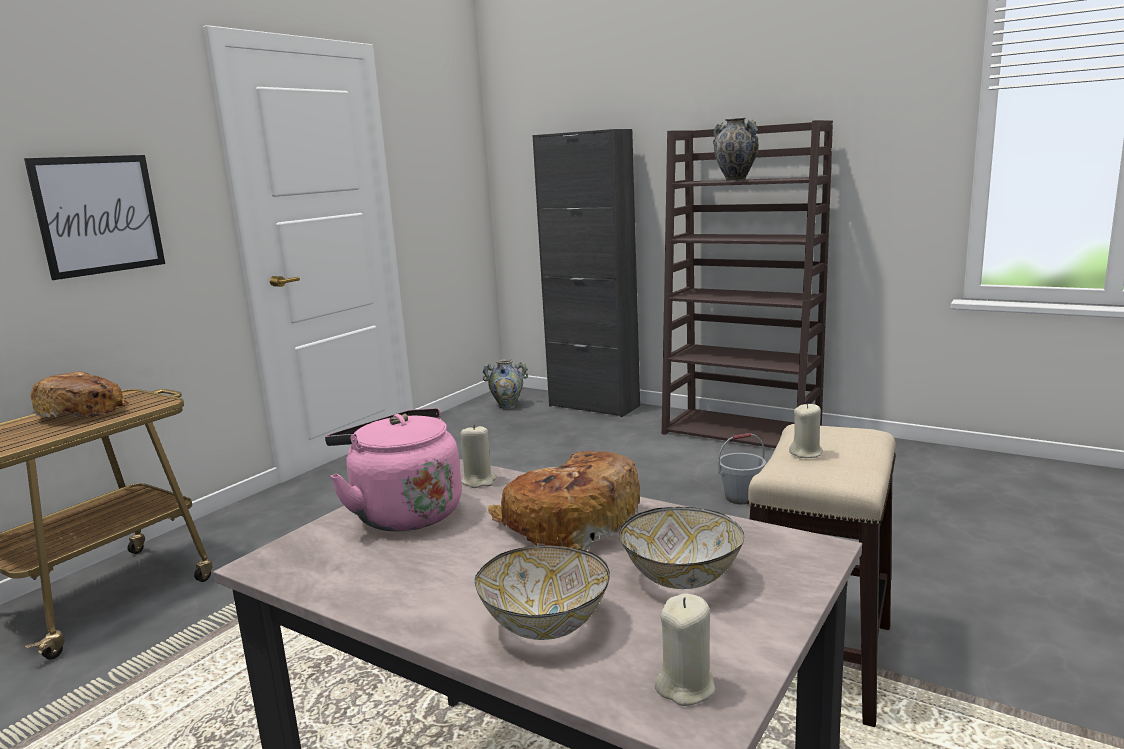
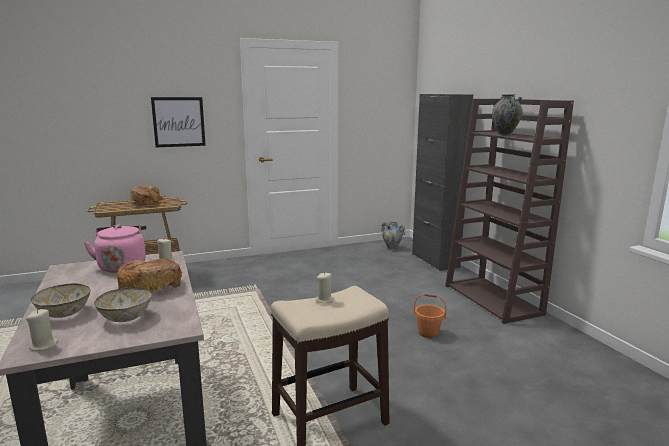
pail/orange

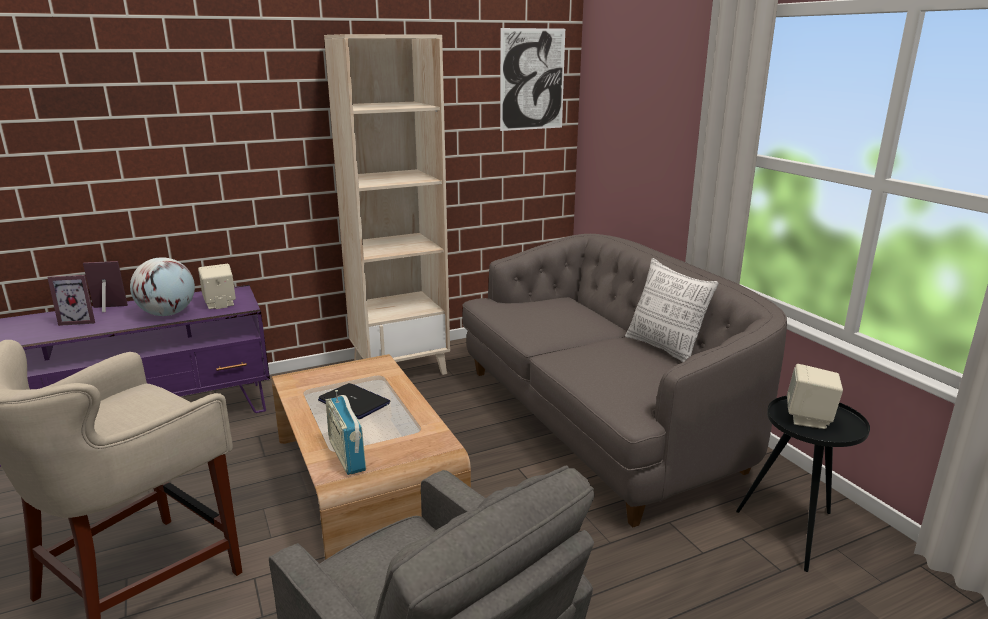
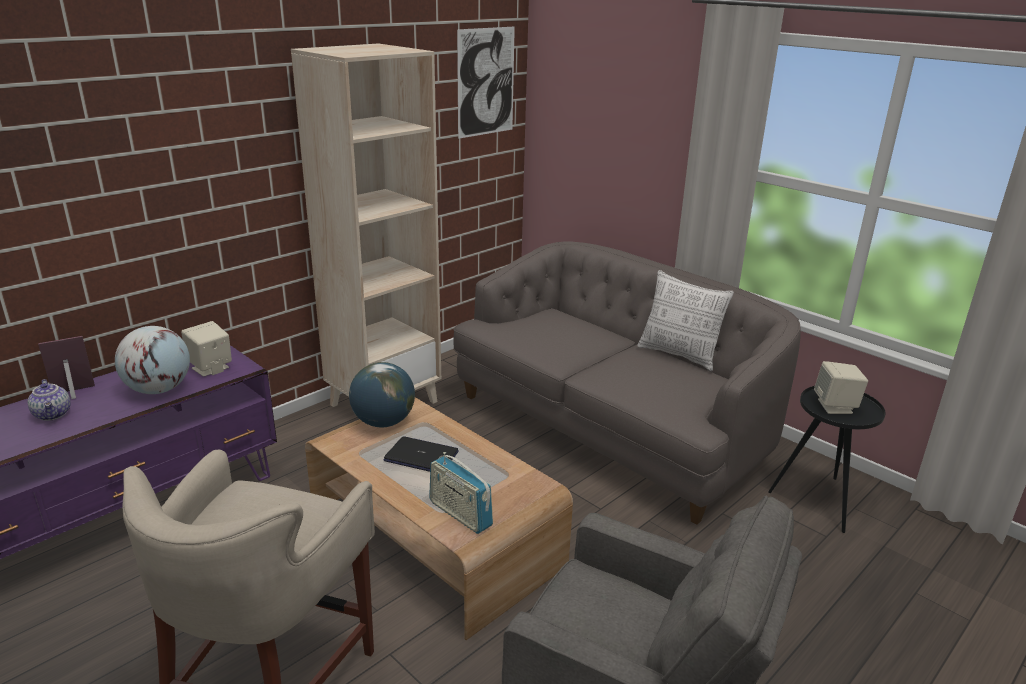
teapot
globe (no. 2 from left)

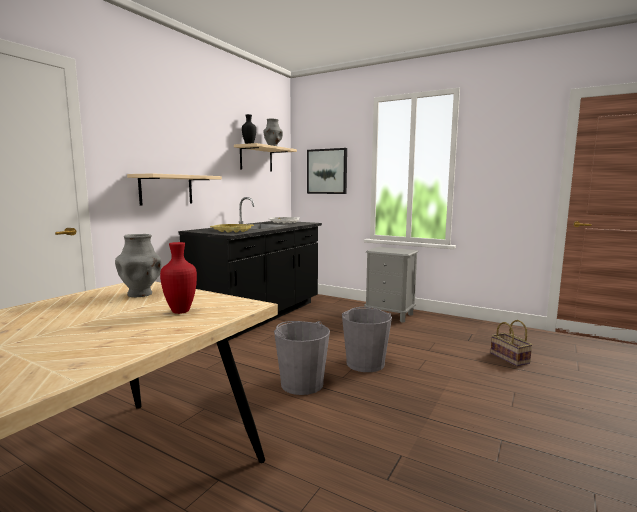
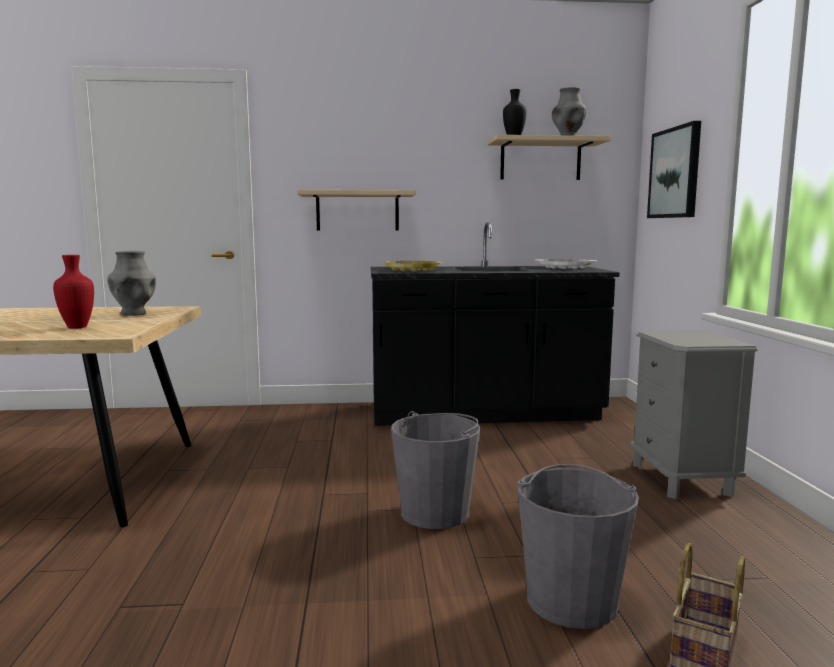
pail/greyish (no. 2 from left)

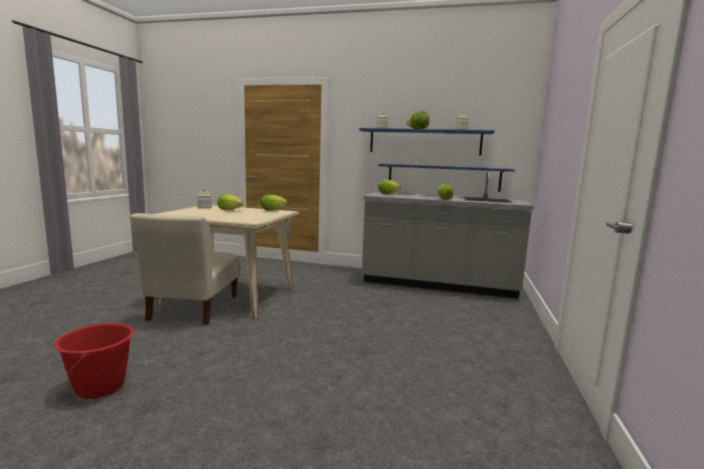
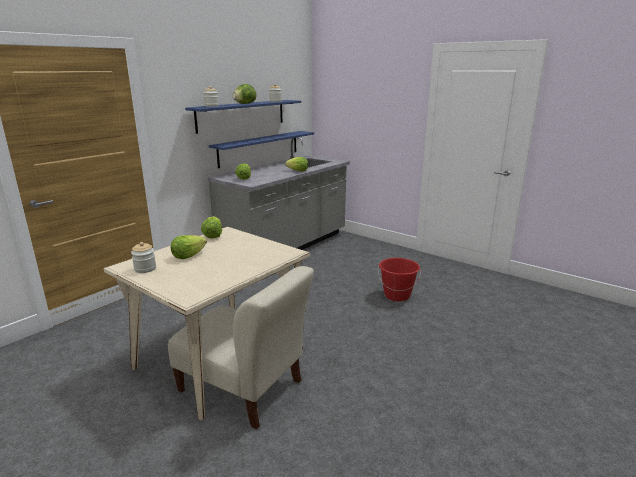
pail/red

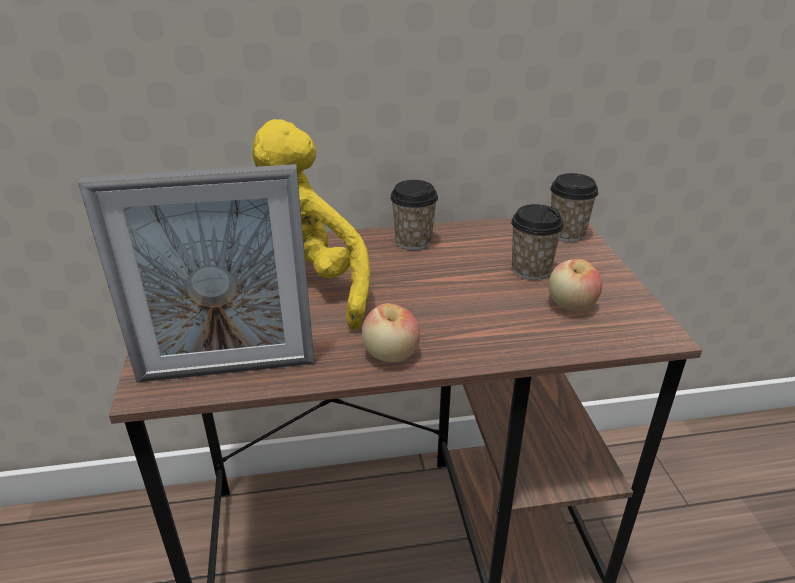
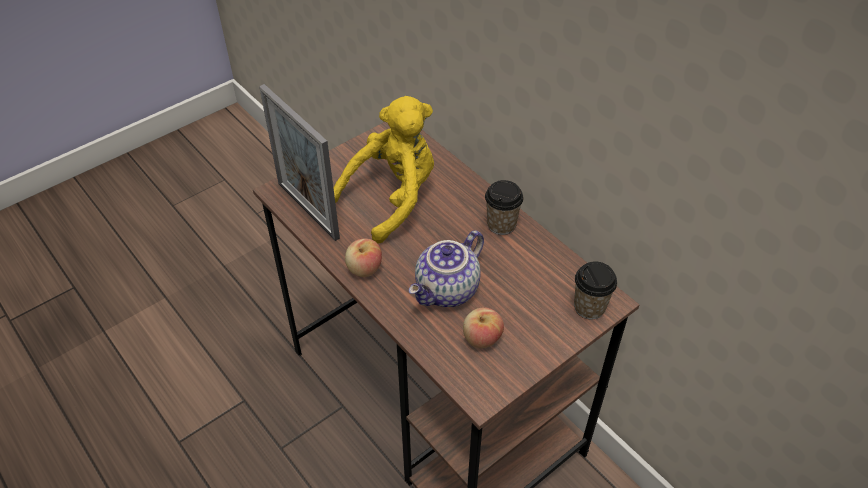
small cup (no. 2 from left in the first image)
teapot

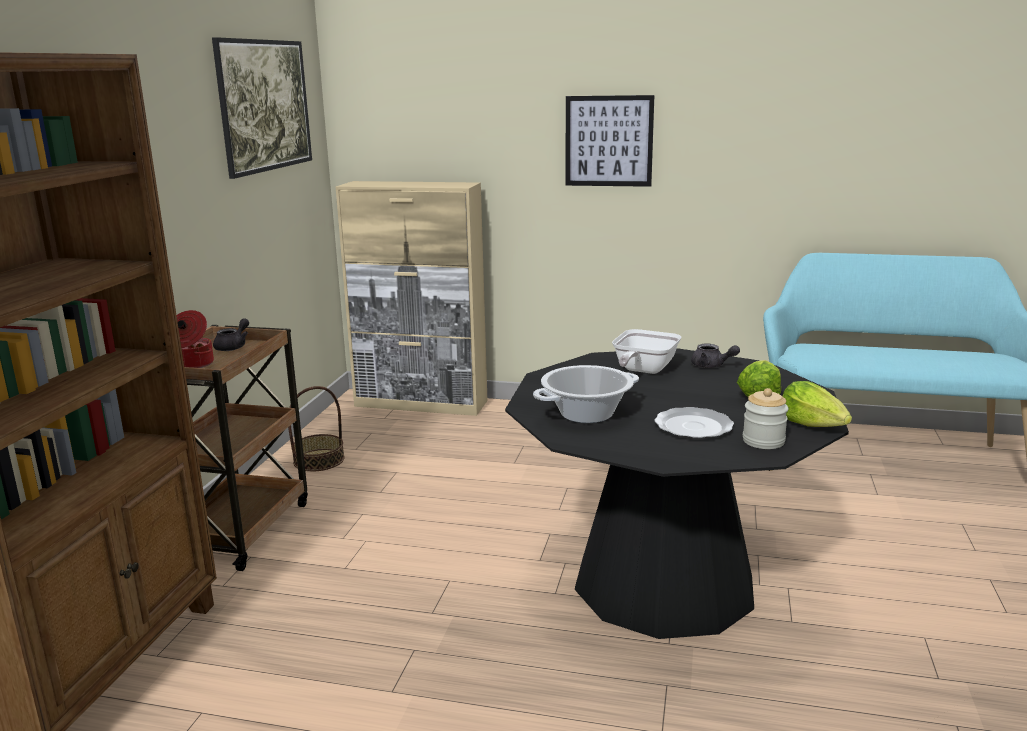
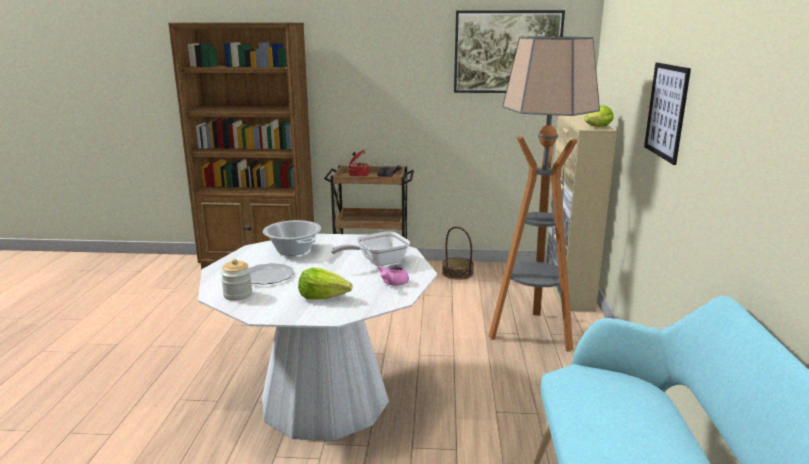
kitchen table/white
skillet
teapot/pink
head of lettuce (no. 2 from left)
standing lamp

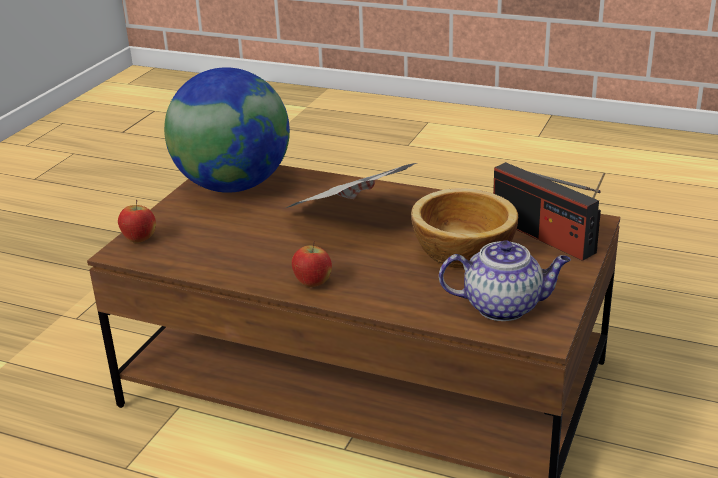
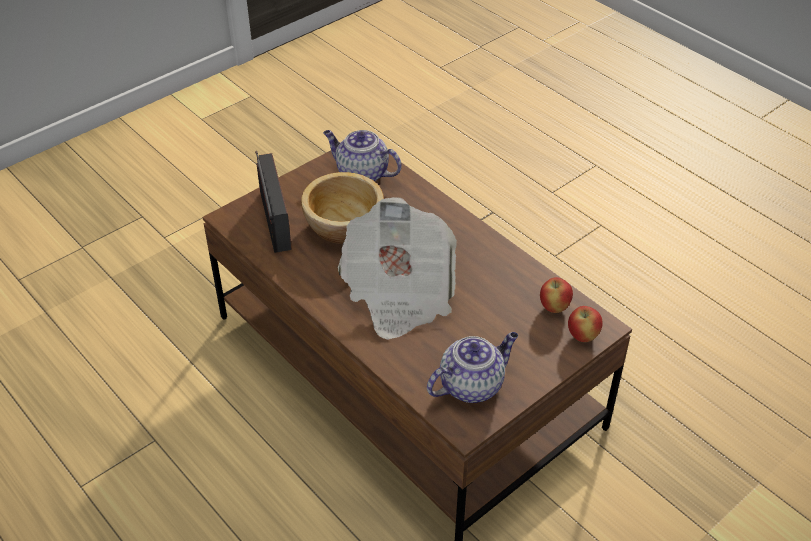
teapot (no. 2 from left)
whole apple (no. 1 from left)

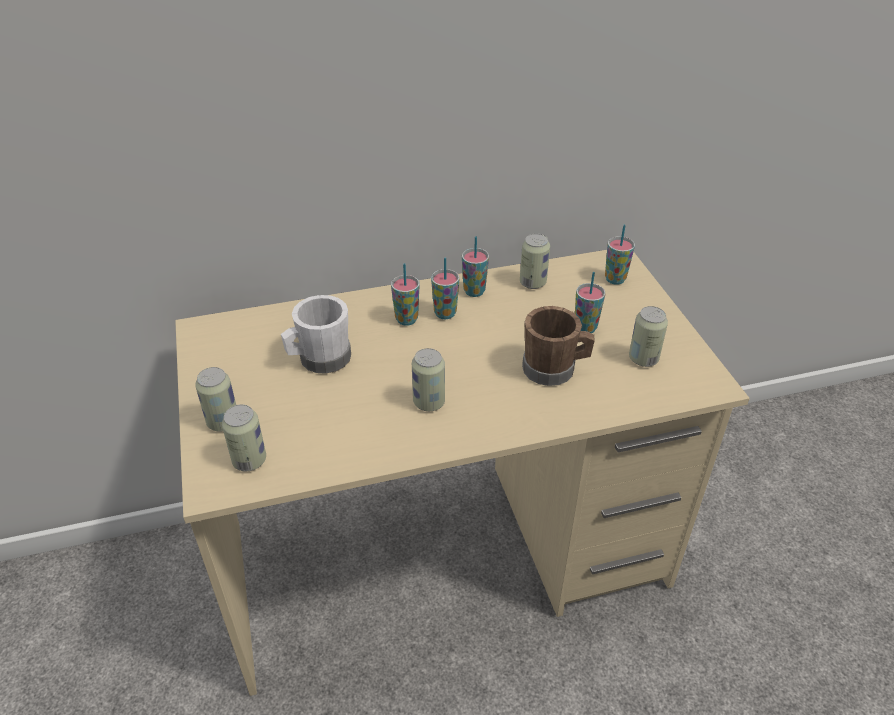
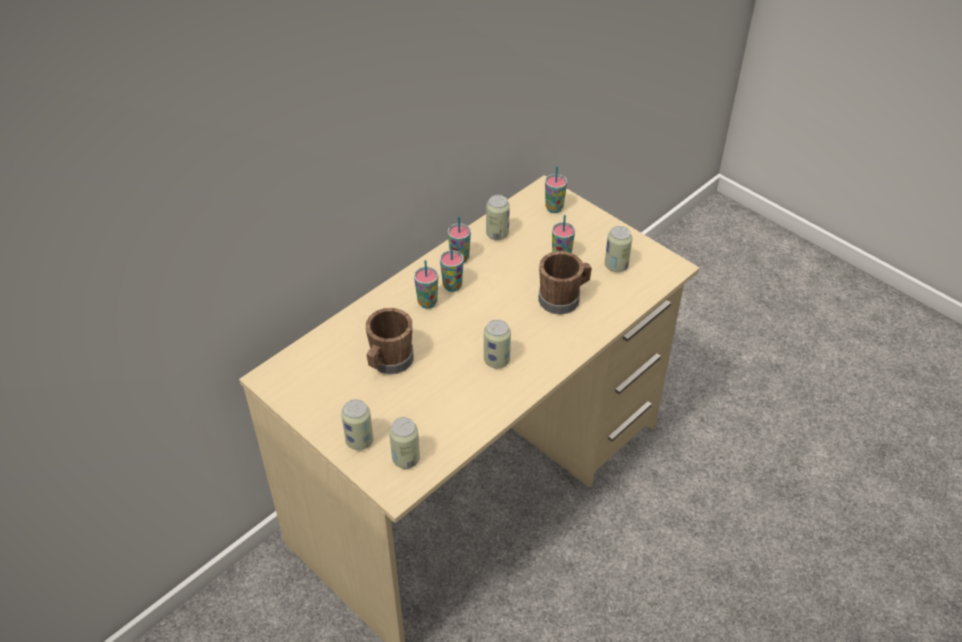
coffee mug/brownish (no. 1 from left)

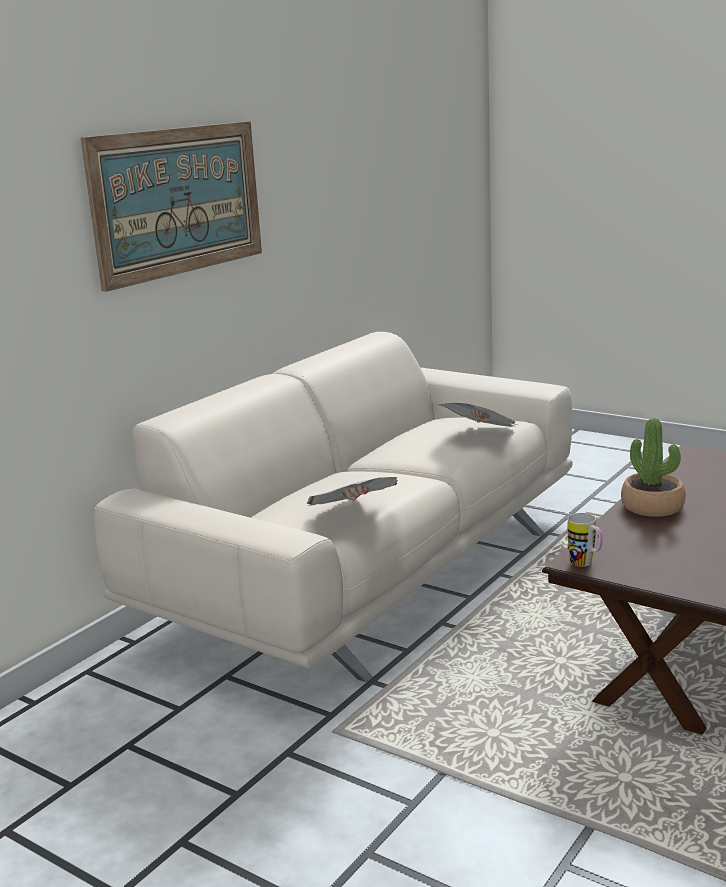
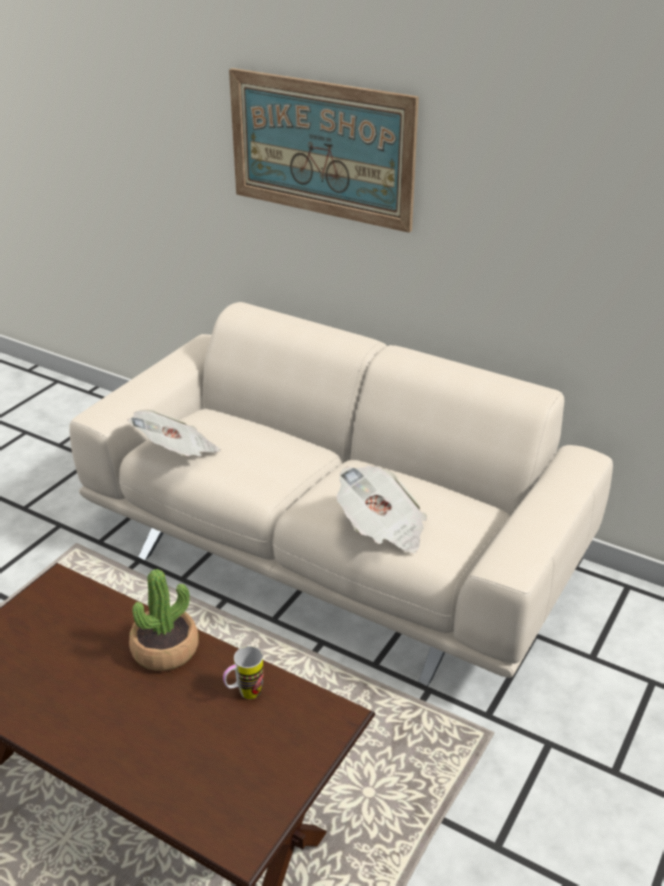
coffee mug

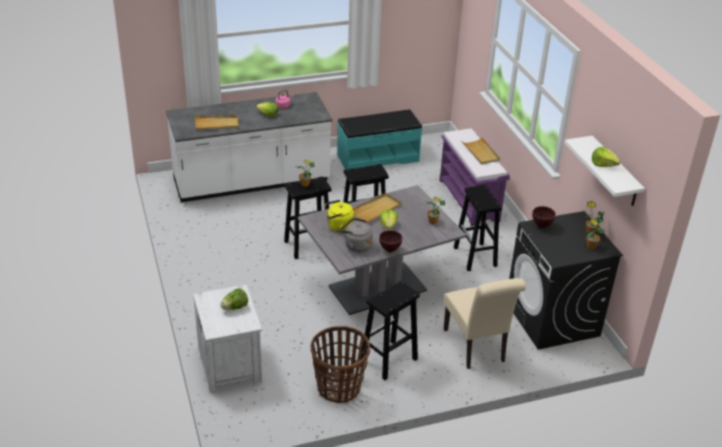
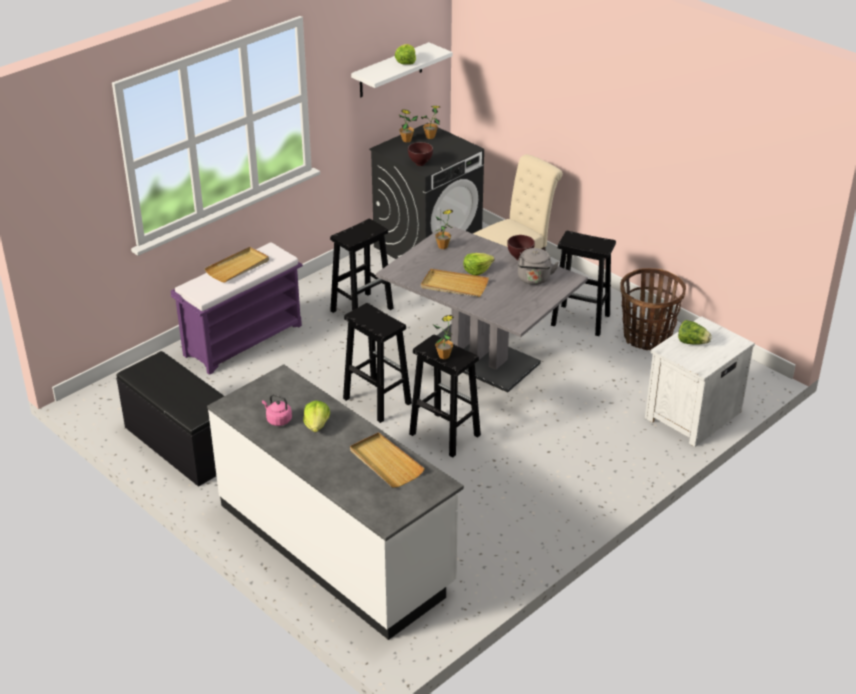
tea kettle/yellow-coloured
indoor bench/blackish

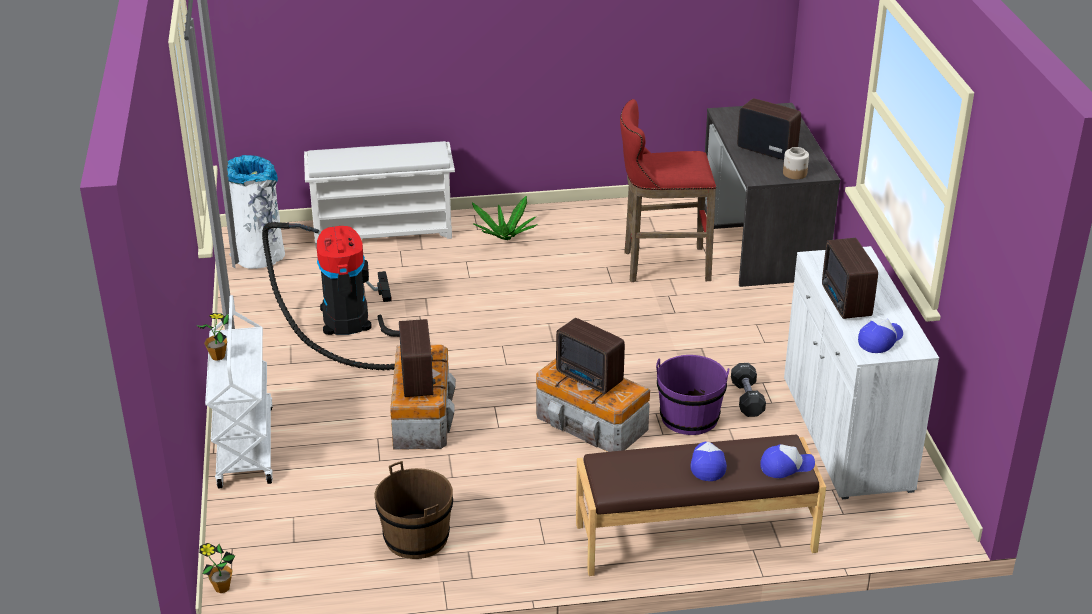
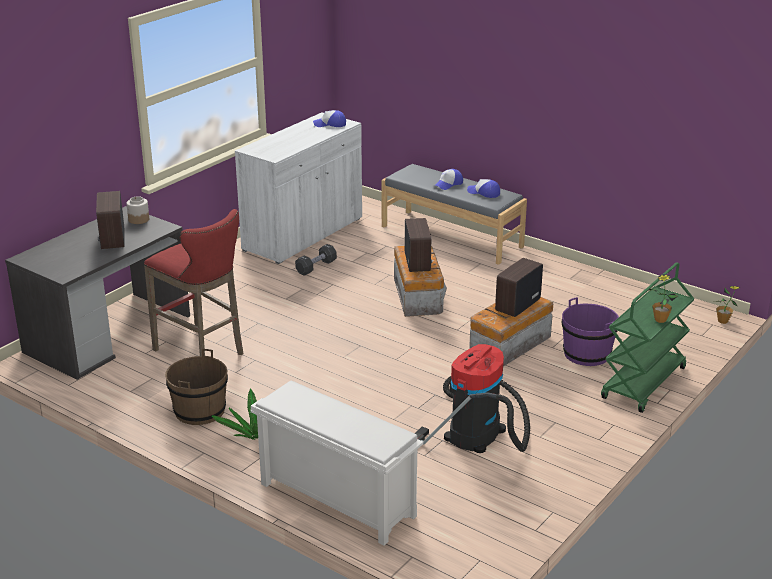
trolley/greenish
trash can/white
pail/brownish
indoor bench/greyish
pail/purplish
peaked cap (no. 3 from left)
radio set (no. 4 from left in the first image)

